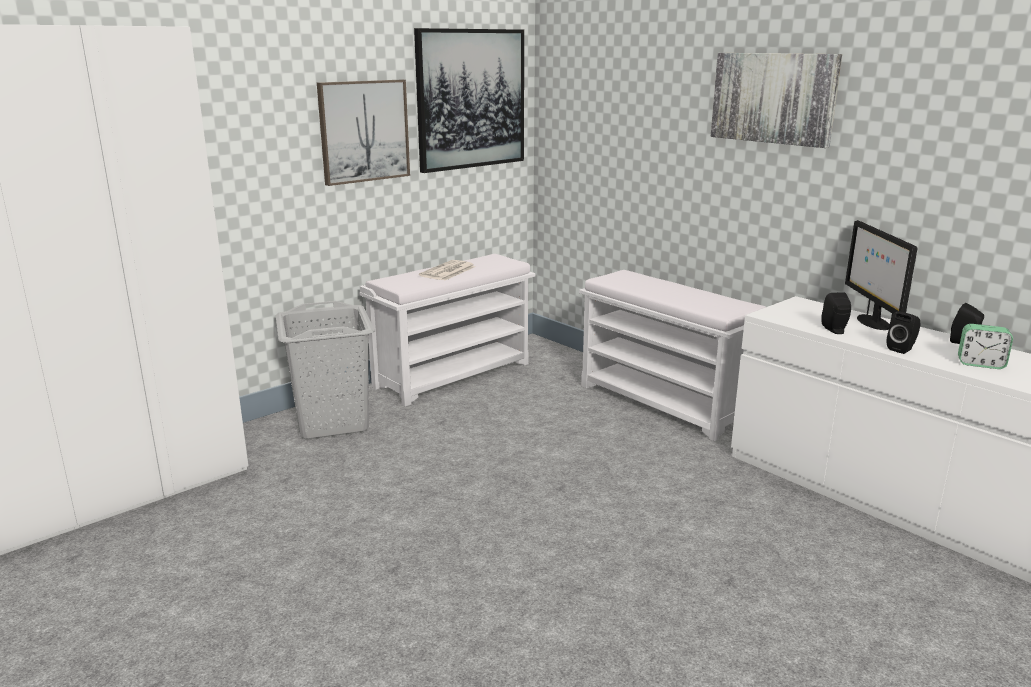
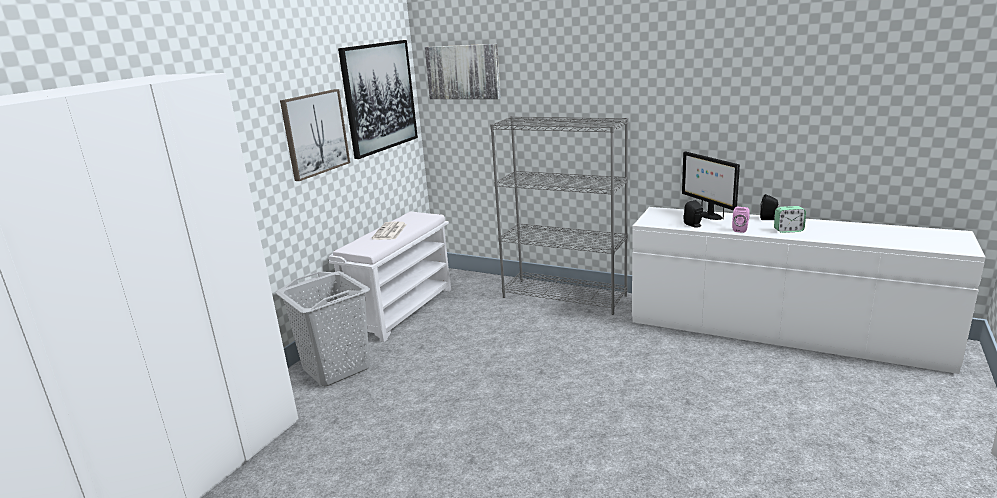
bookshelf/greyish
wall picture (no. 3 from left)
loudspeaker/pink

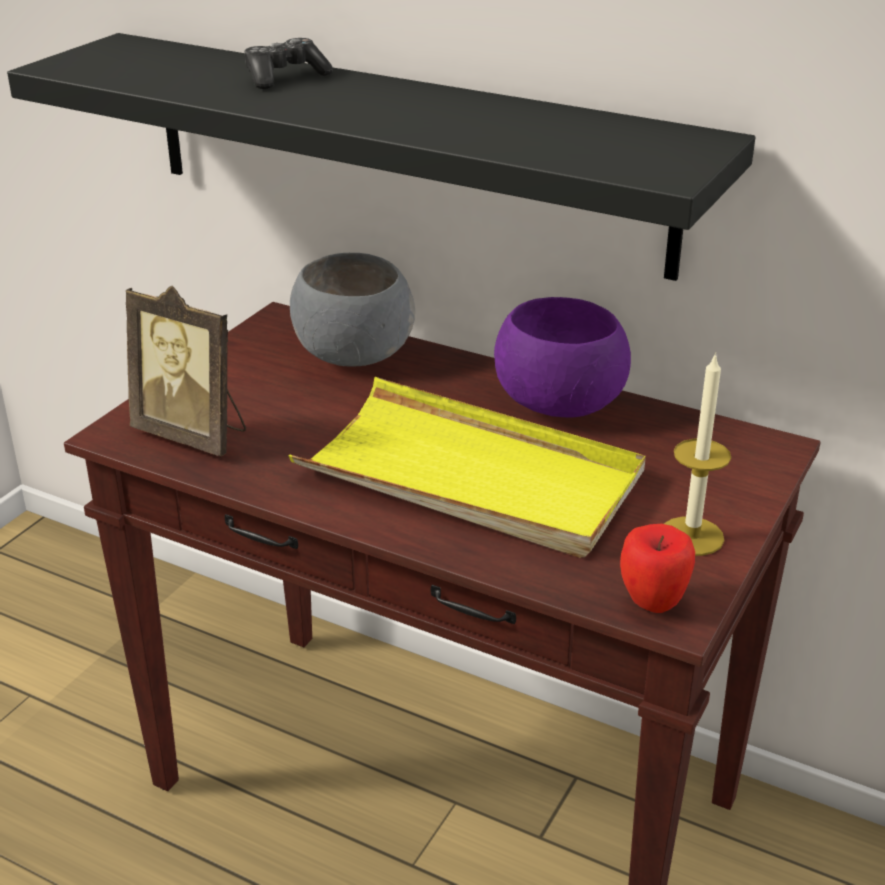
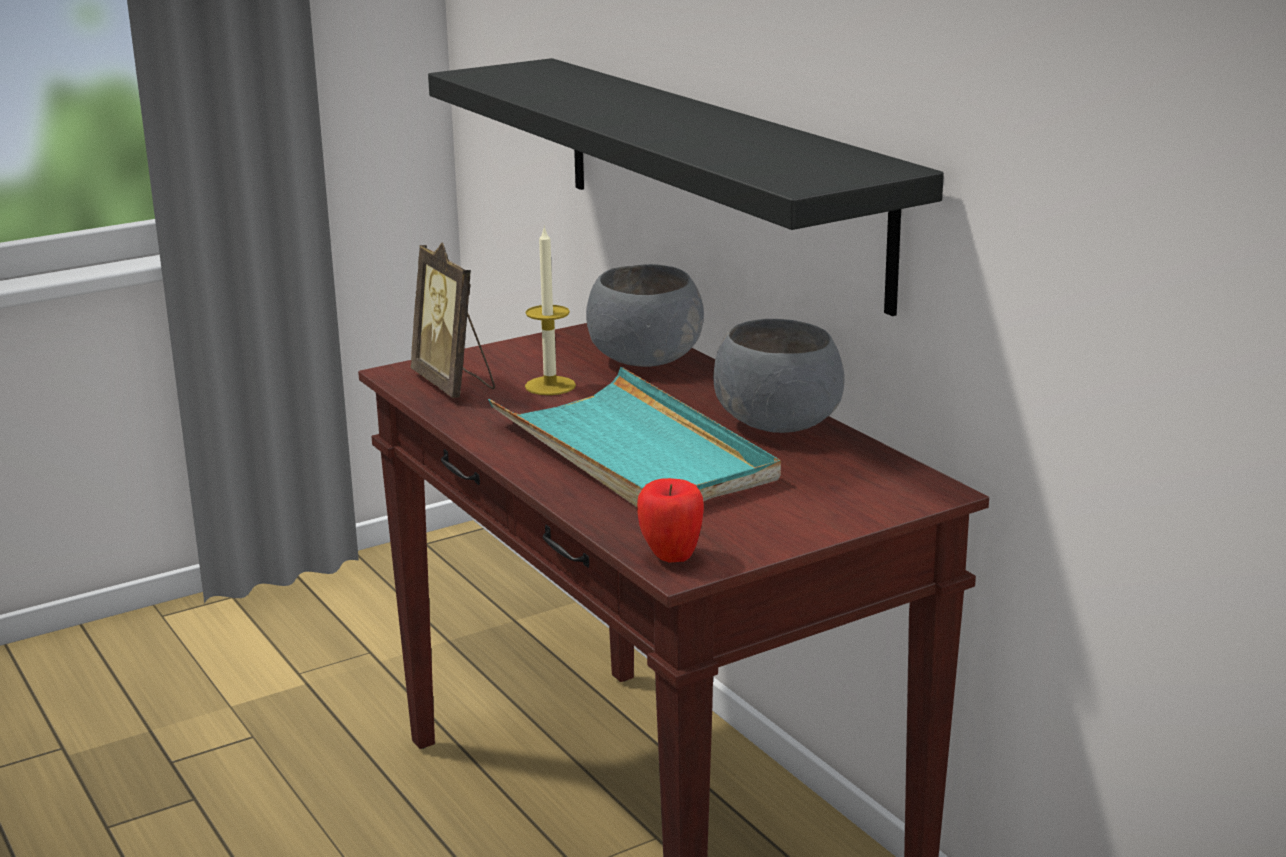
gamepad
tray/turquoise-coloured
serving bowl/greyish (no. 2 from left)
wax candle

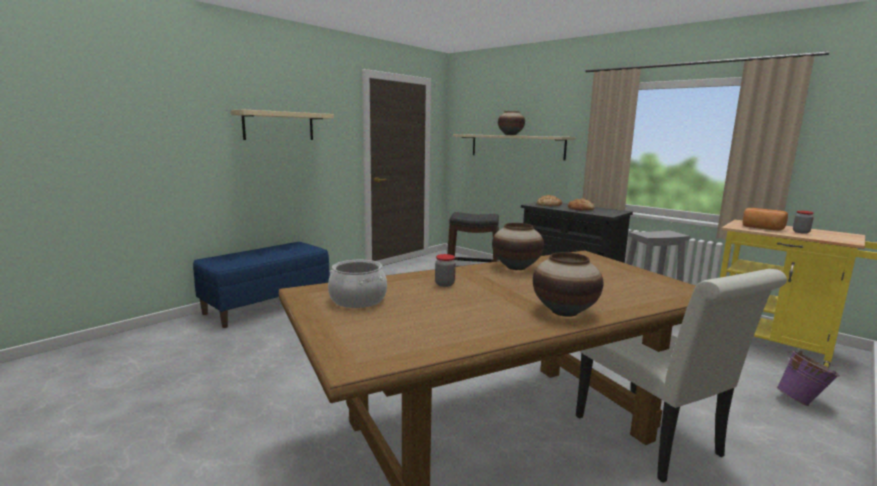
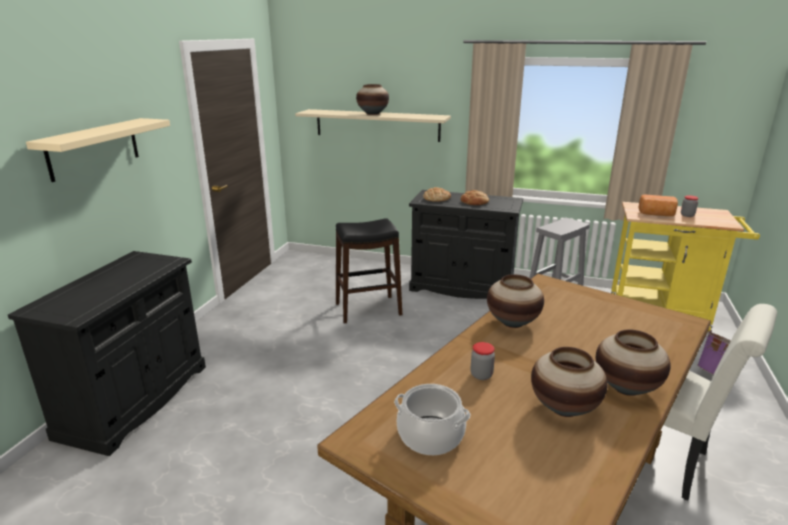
cabinet/blackish (no. 1 from left)
decorative vase (no. 3 from left)

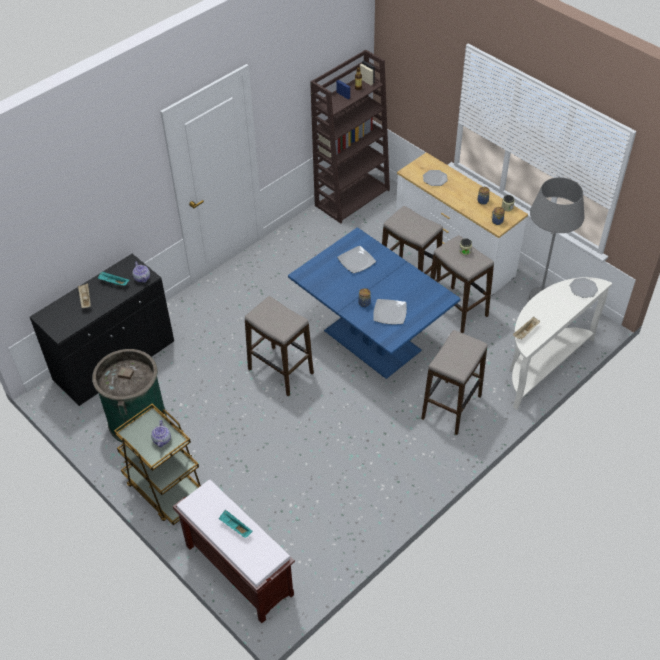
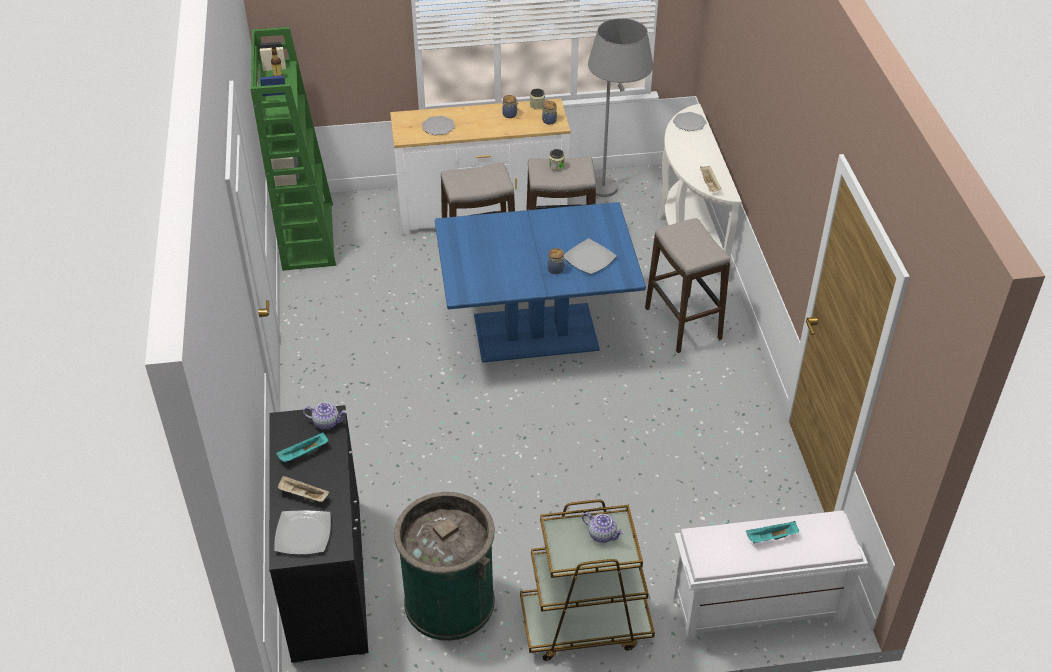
indoor bench/white
stool seat (no. 1 from left in the first image)
bookshelf/greenish
dinner plate (no. 1 from left)

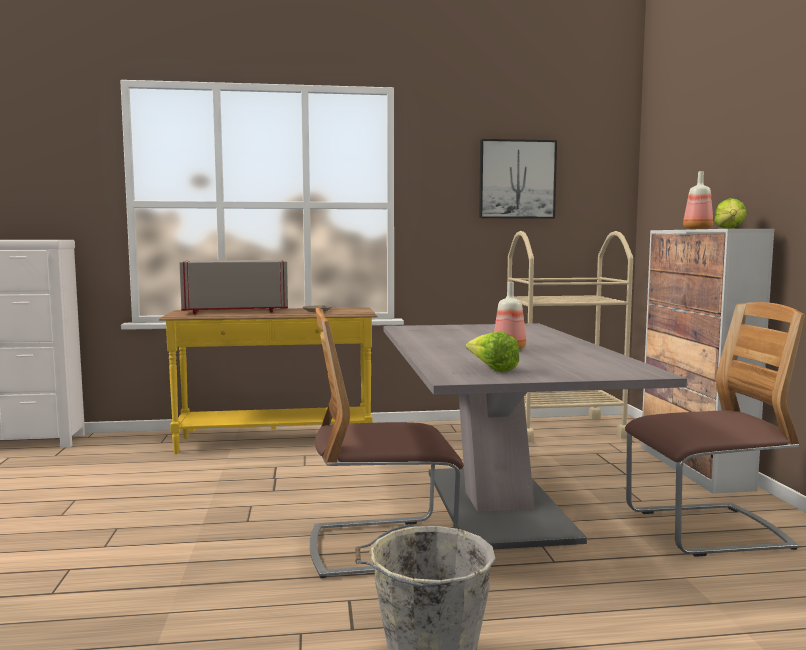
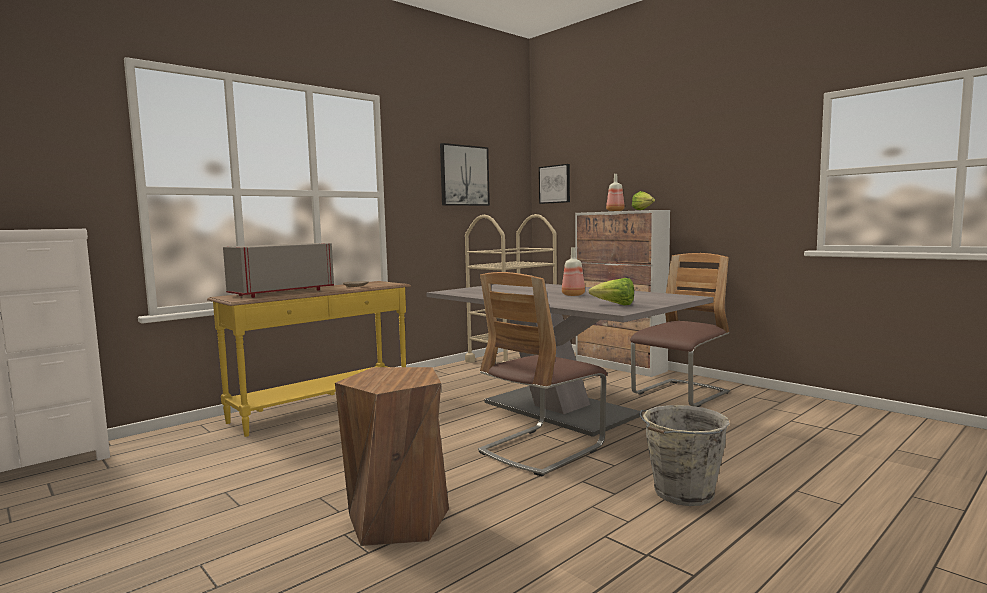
stool seat/brownish
wall picture (no. 2 from left)

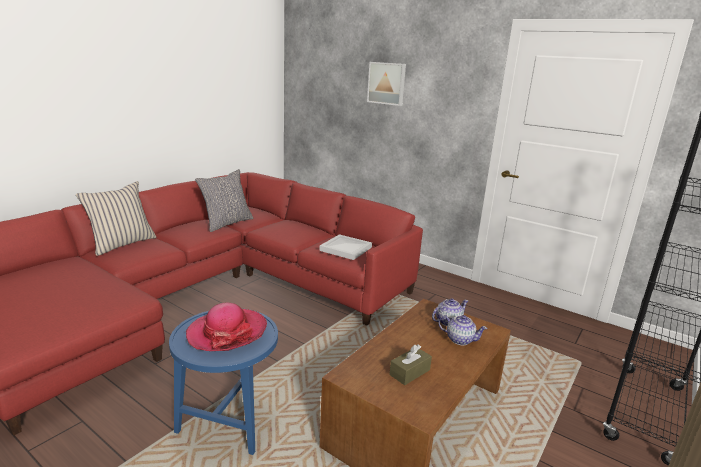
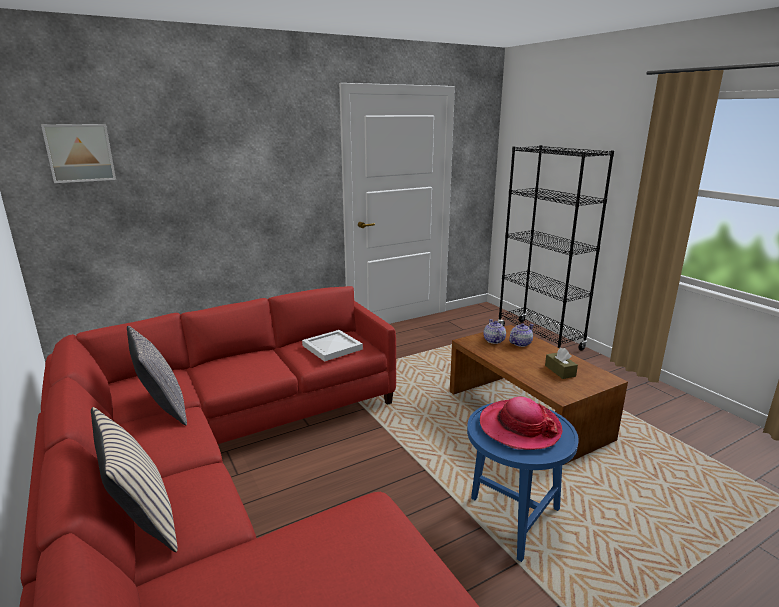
wall picture

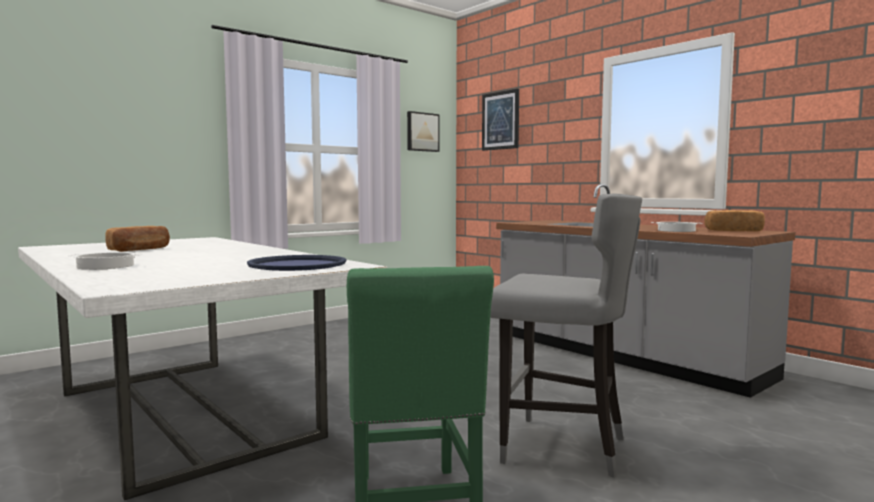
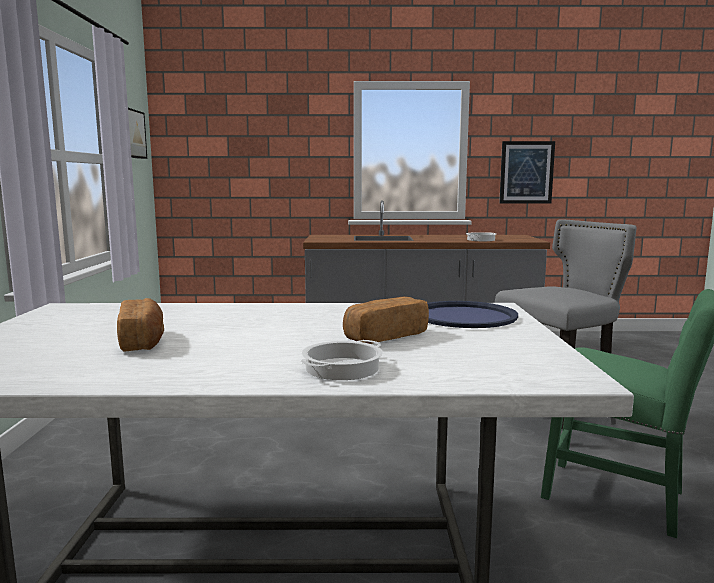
wall picture (no. 2 from left)
bakery bread (no. 2 from left)

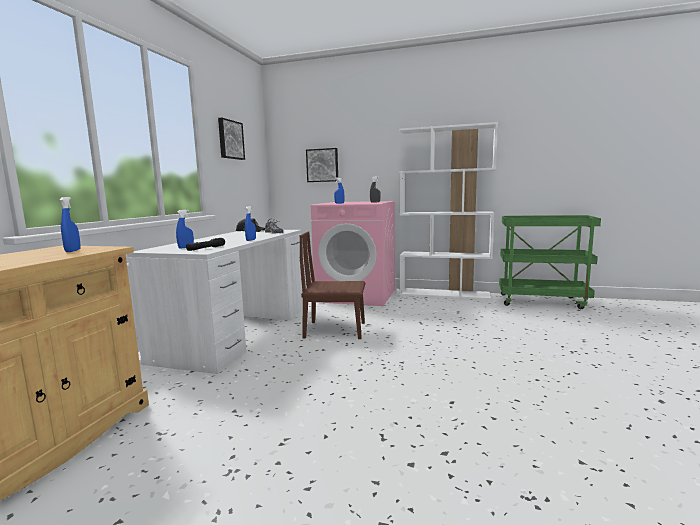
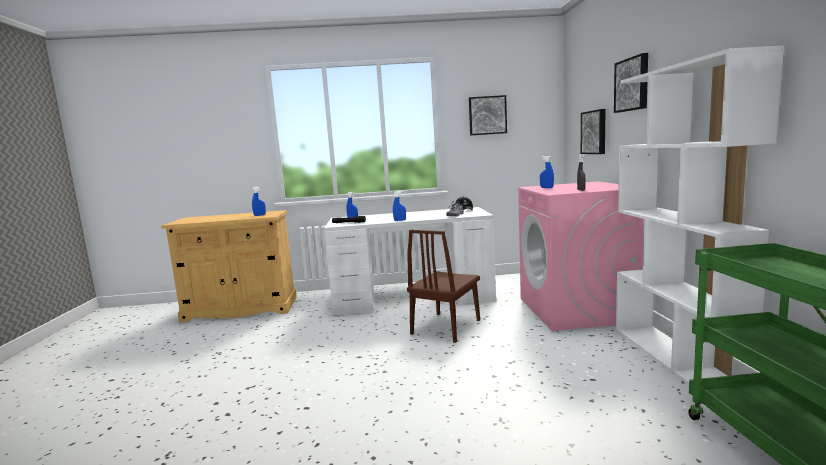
chair/brownish
wall picture (no. 3 from left)

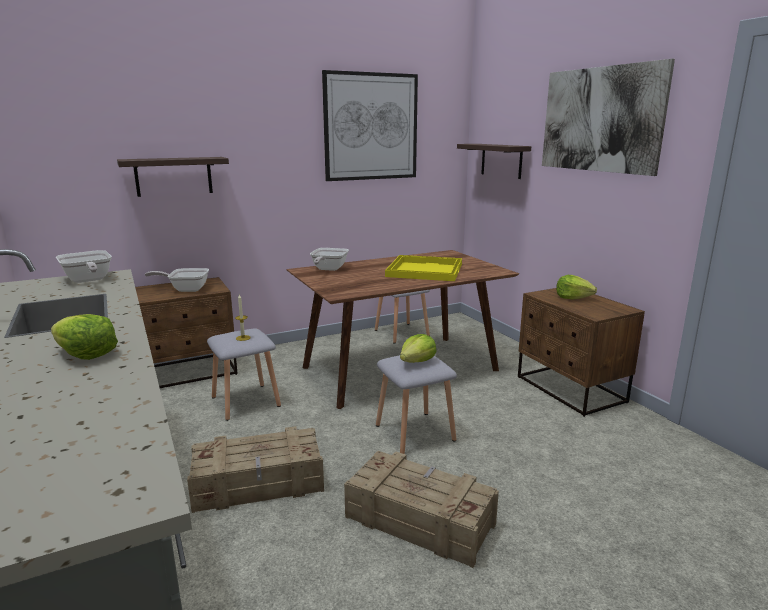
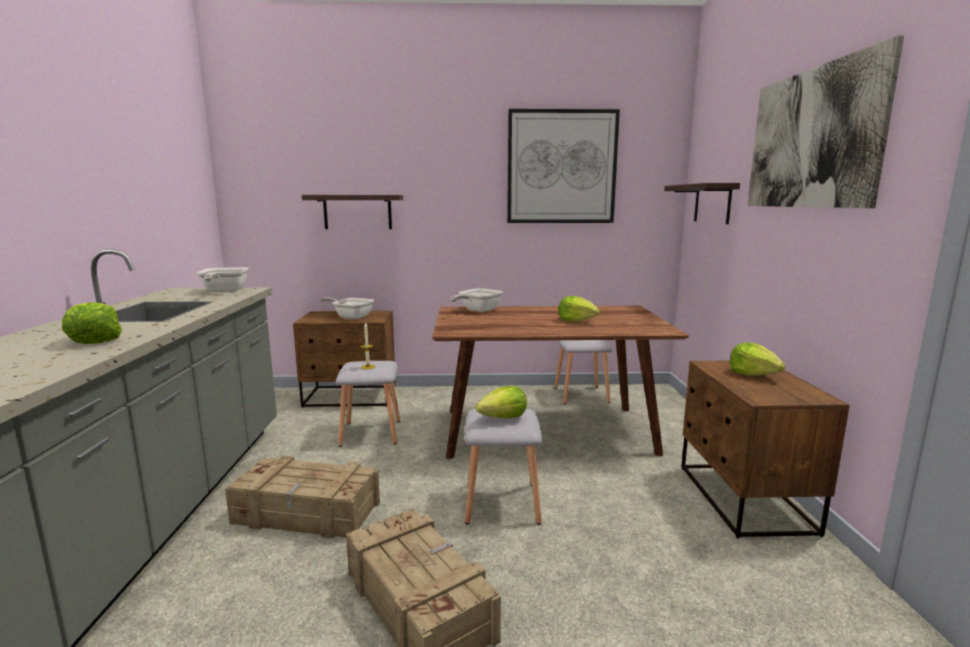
head of lettuce (no. 3 from left)

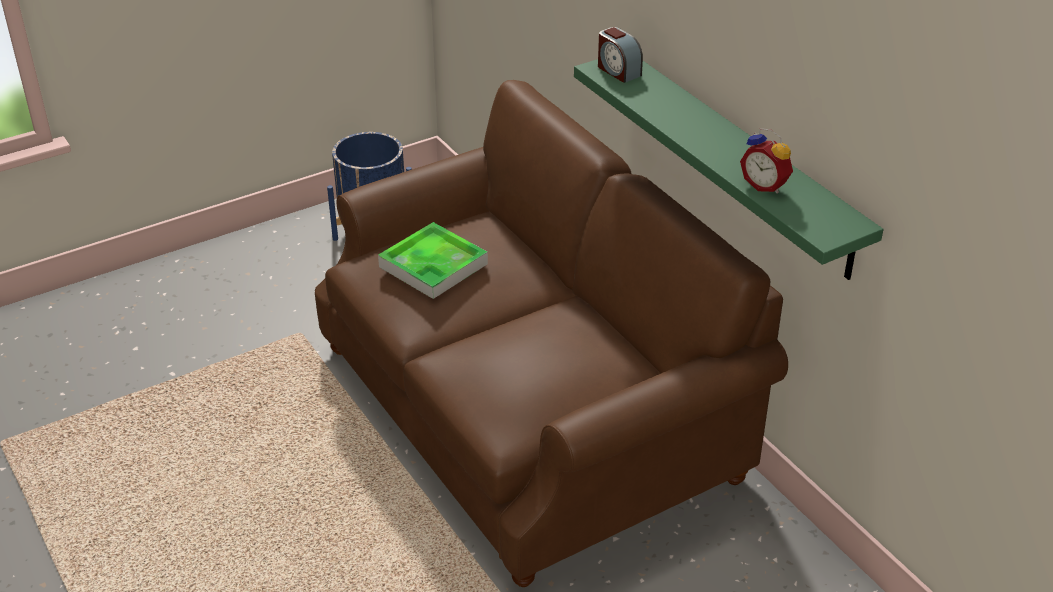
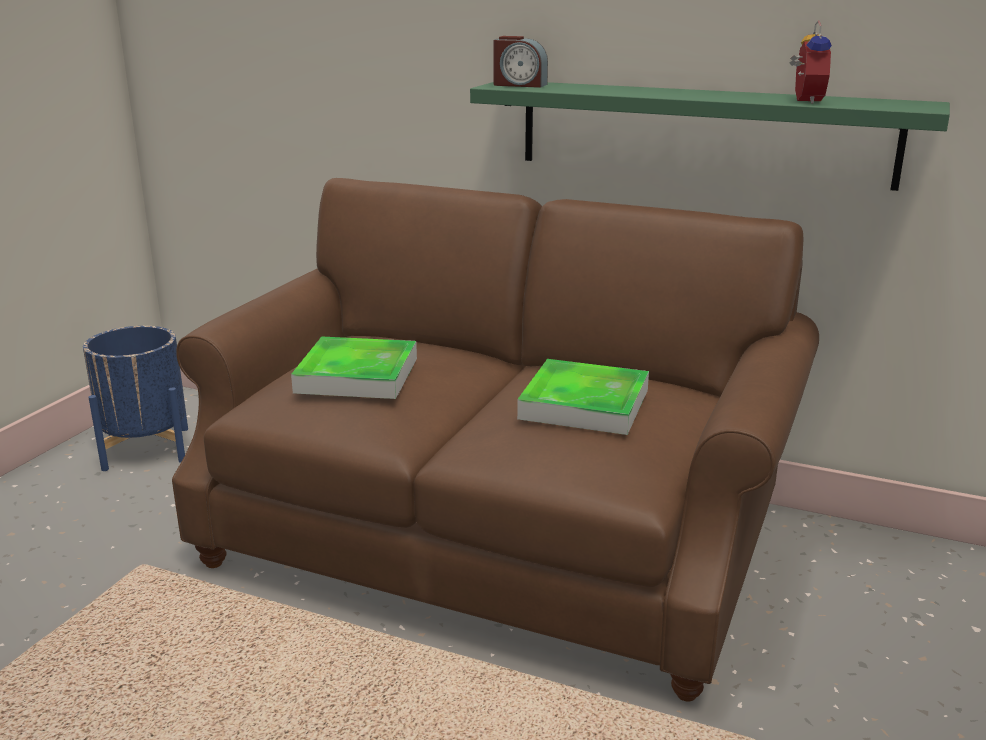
bedside clock (no. 2 from left)
tray (no. 2 from left)

